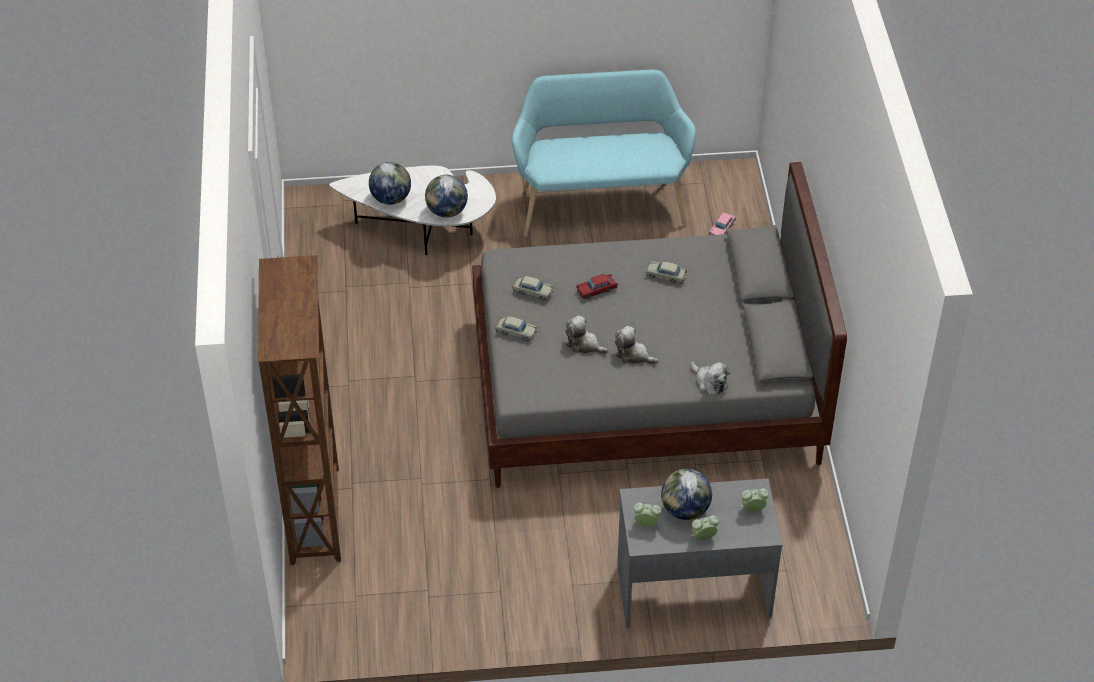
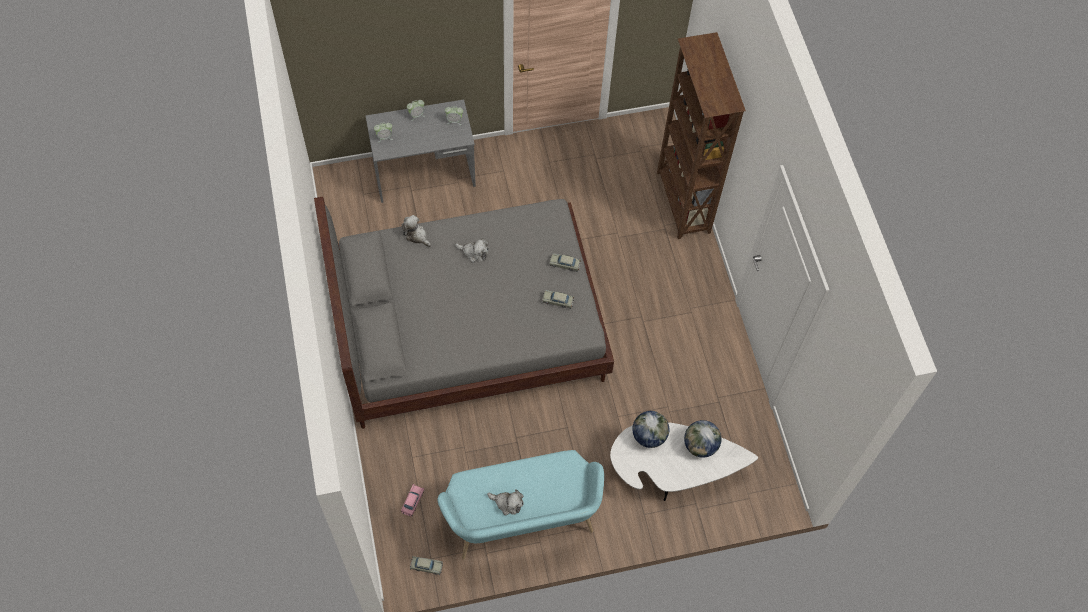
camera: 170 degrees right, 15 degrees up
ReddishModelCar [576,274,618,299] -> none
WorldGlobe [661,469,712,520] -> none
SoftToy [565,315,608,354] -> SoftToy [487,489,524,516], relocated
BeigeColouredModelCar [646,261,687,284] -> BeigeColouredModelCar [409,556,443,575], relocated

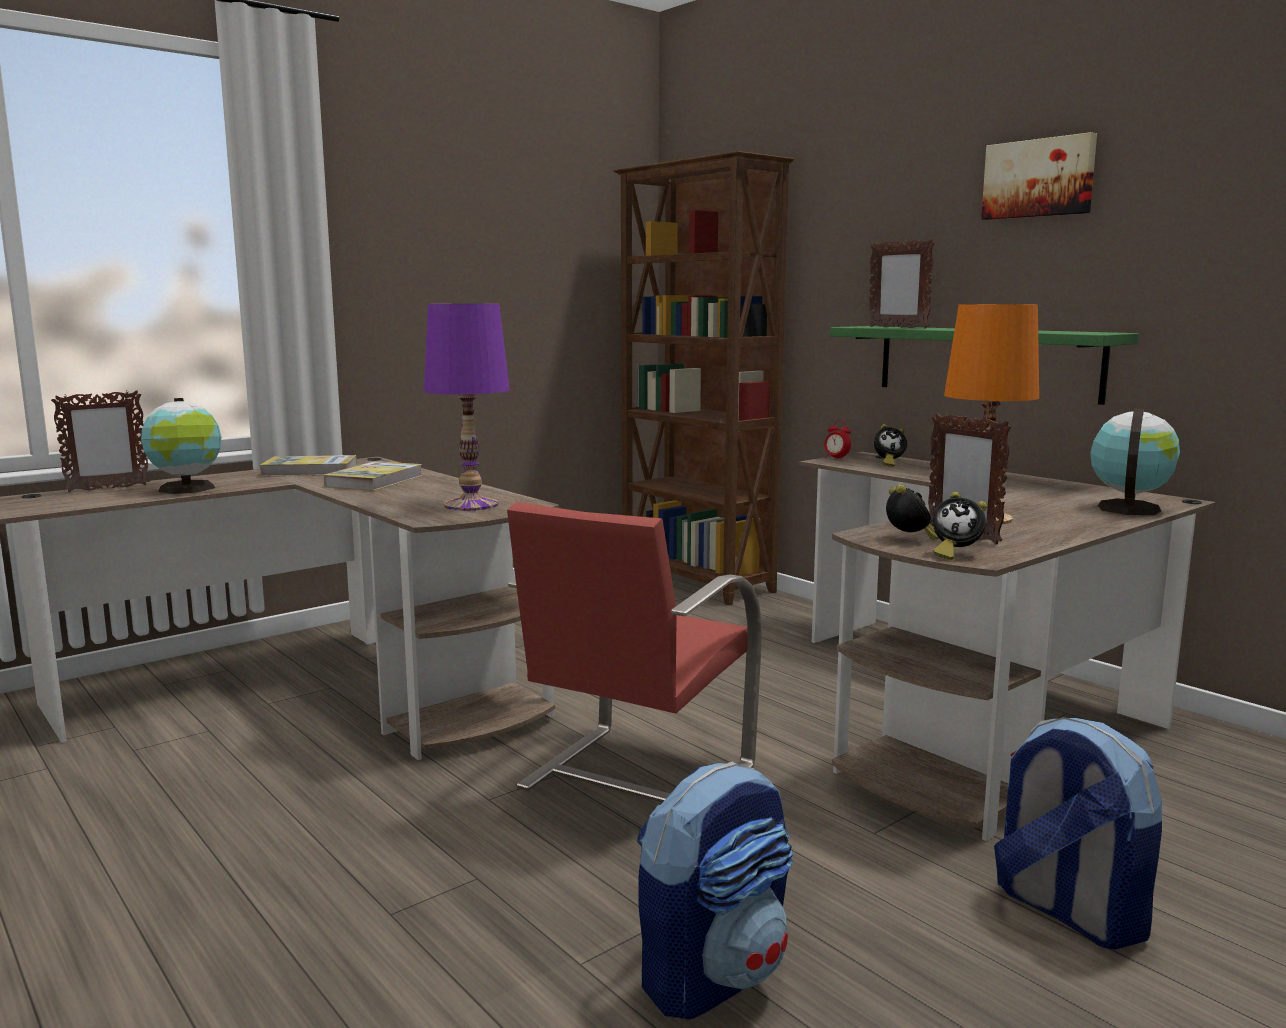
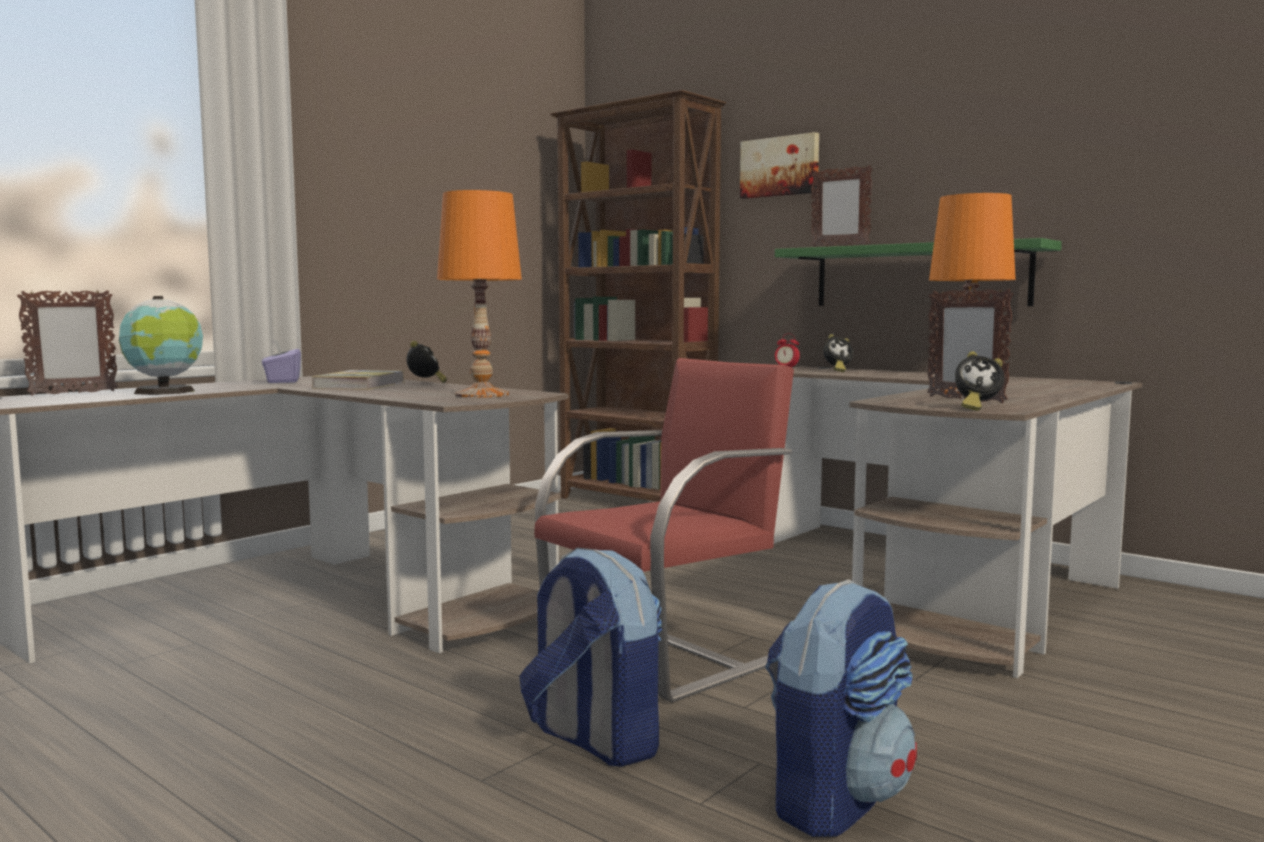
camera: 10 degrees left, 5 degrees down
WorldGlobe [1090,409,1180,515] -> none
AlarmClock [886,484,939,540] -> AlarmClock [406,341,447,383], relocated
WallArt [981,132,1097,220] -> WallArt [740,132,819,199], relocated
Knapsack [994,717,1162,950] -> Knapsack [519,547,662,767], relocated
Book [260,455,357,477] -> PurpleTissueBox [262,339,301,383]
PurpleTableLamp [424,304,510,511] -> OrangeyTableLamp [437,190,522,398]
ReddishChair [507,502,762,802] -> ReddishChair [534,358,794,703], 150 degrees counterclockwise

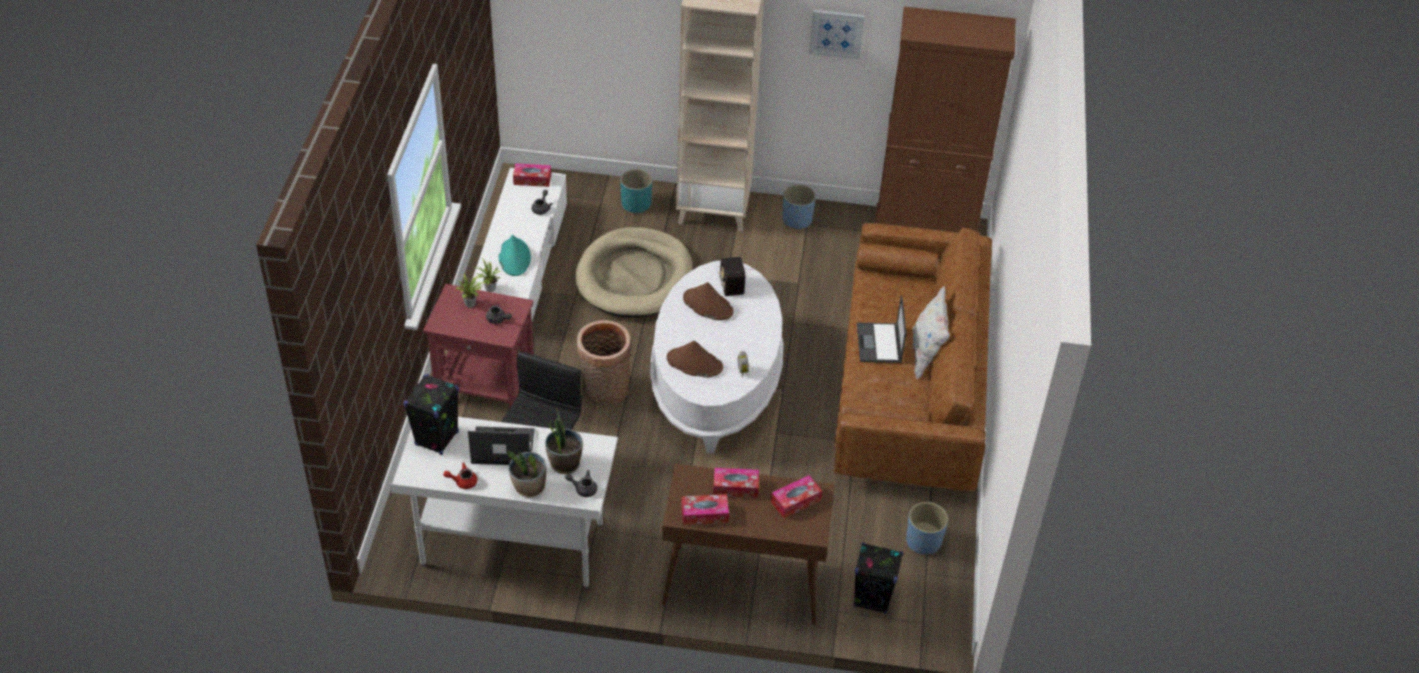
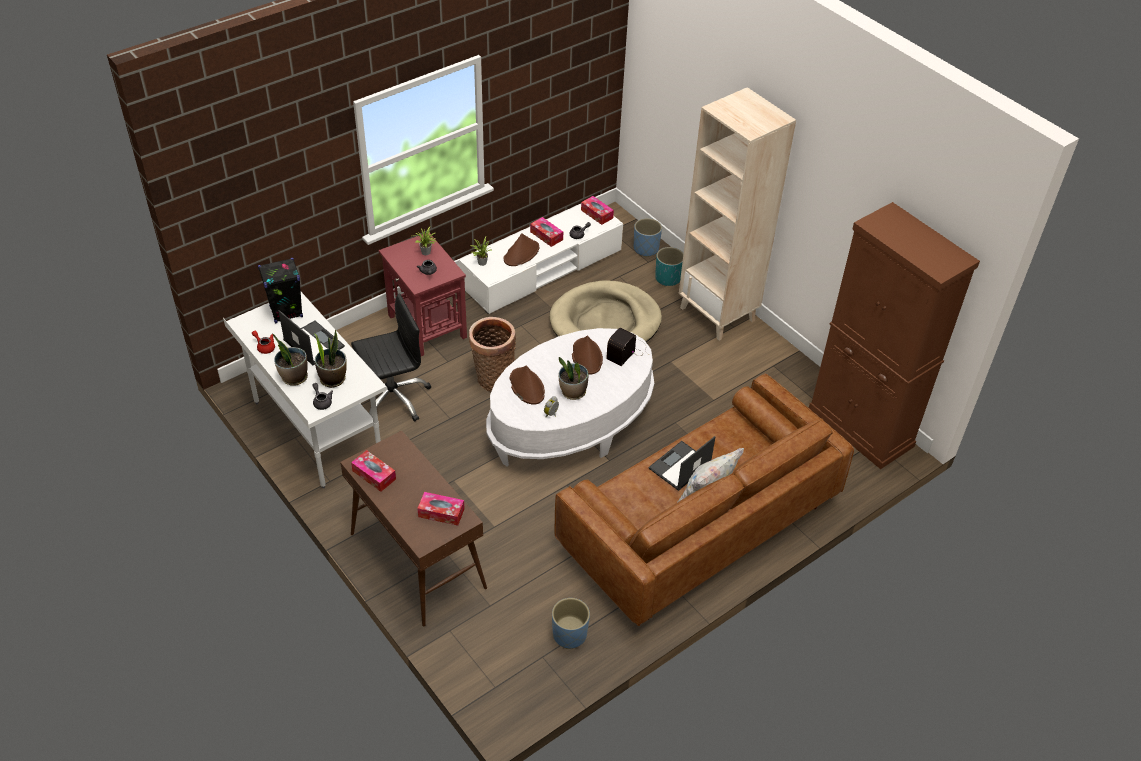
camera: 45 degrees right, 0 degrees up
WallArt [809,10,865,60] -> none
BlackishAudioSpeaker [854,543,903,614] -> none
none -> PottedPlant [558,357,588,400]
TissueBox [713,468,759,498] -> TissueBox [530,217,563,247], relocated
BluishPlanter [782,184,816,229] -> BluishPlanter [634,218,662,257], relocated
TurquoiseColouredHat [499,235,531,276] -> BrownishHat [504,234,539,266]

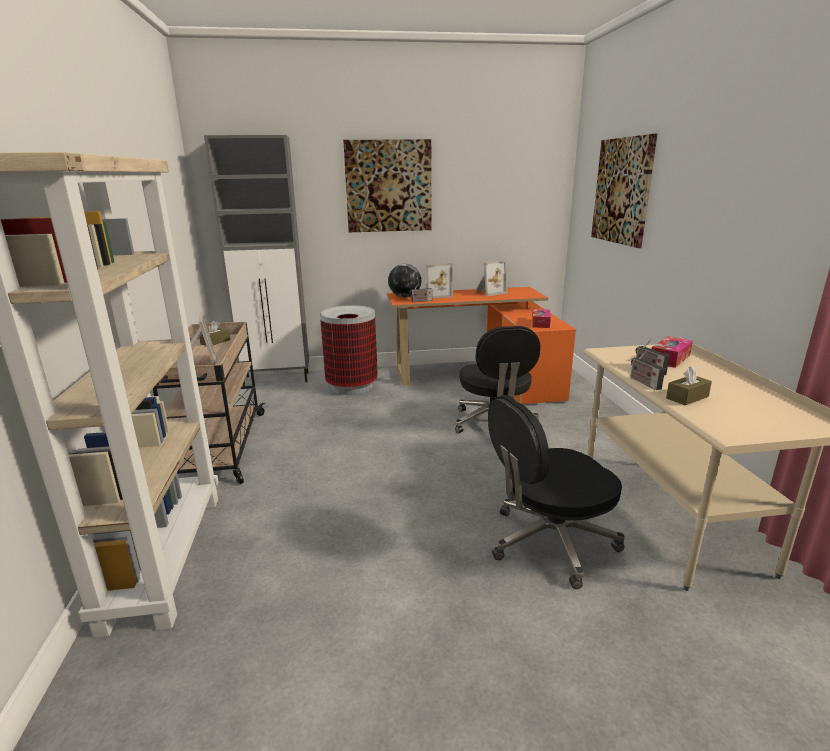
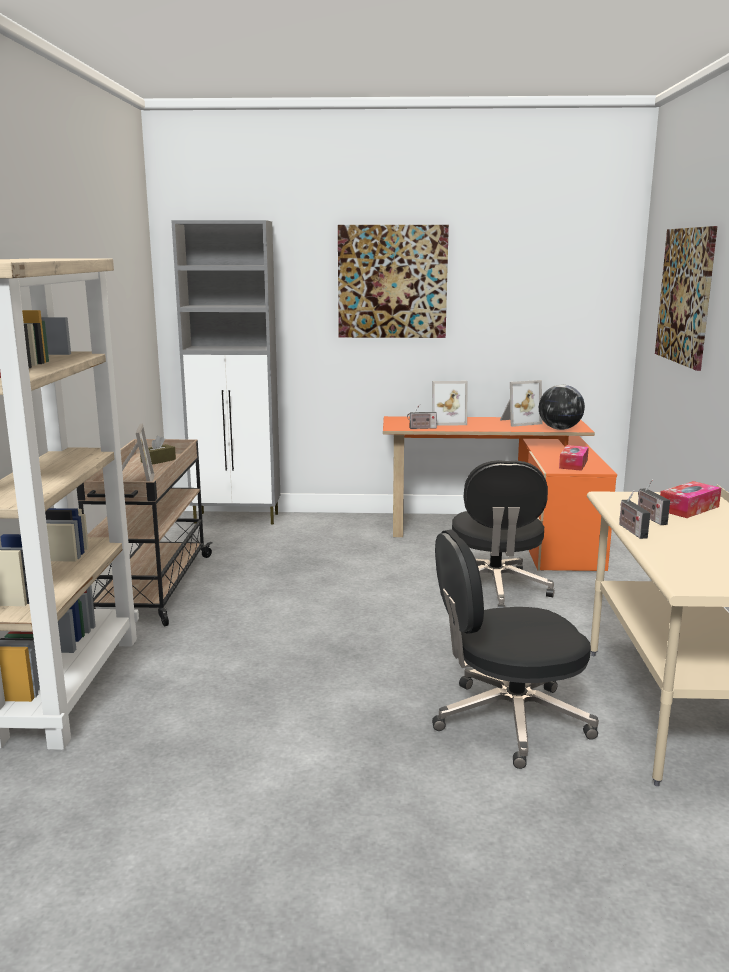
camera: 10 degrees right, 5 degrees down
RubbishBin [320,305,378,395] -> none
BrownishTissueBox [666,366,712,405] -> none
WorldGlobe [388,264,421,298] -> WorldGlobe [539,385,585,430], relocated

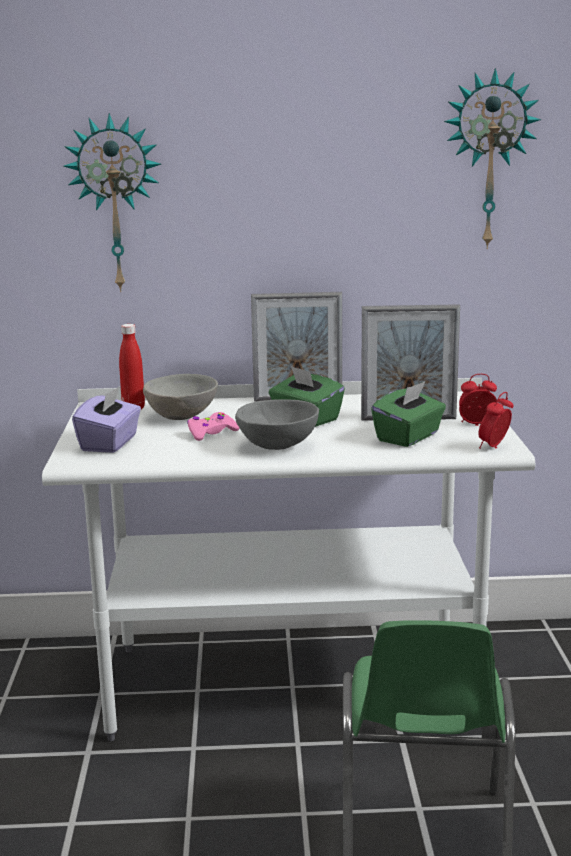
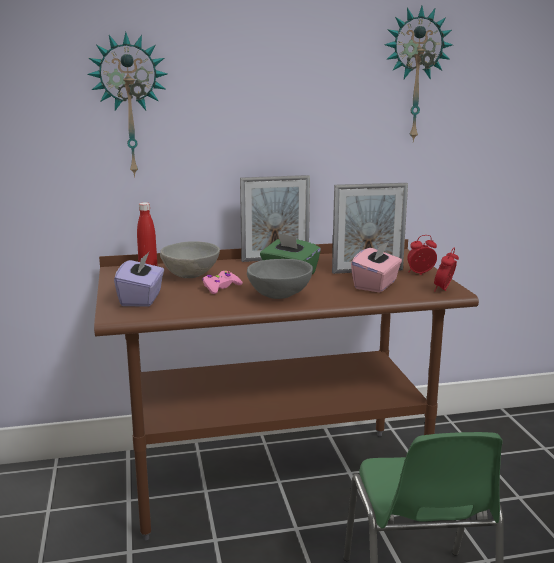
camera: 10 degrees left, 0 degrees up
WhiteColouredDesk [42,378,535,741] -> BrownishDesk [94,239,479,540]
GreenTissueBox [371,381,446,447] -> PinkishTissueBox [351,242,402,293]

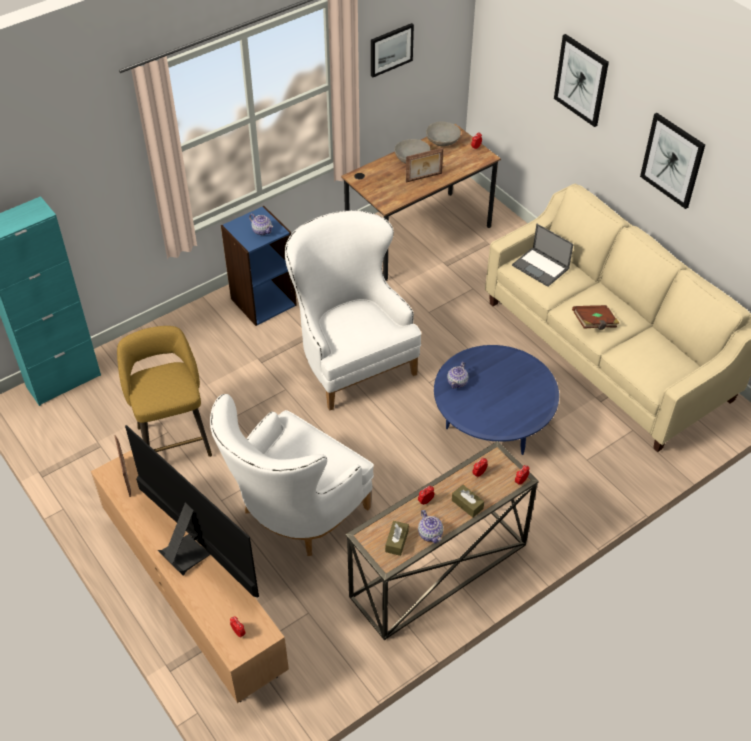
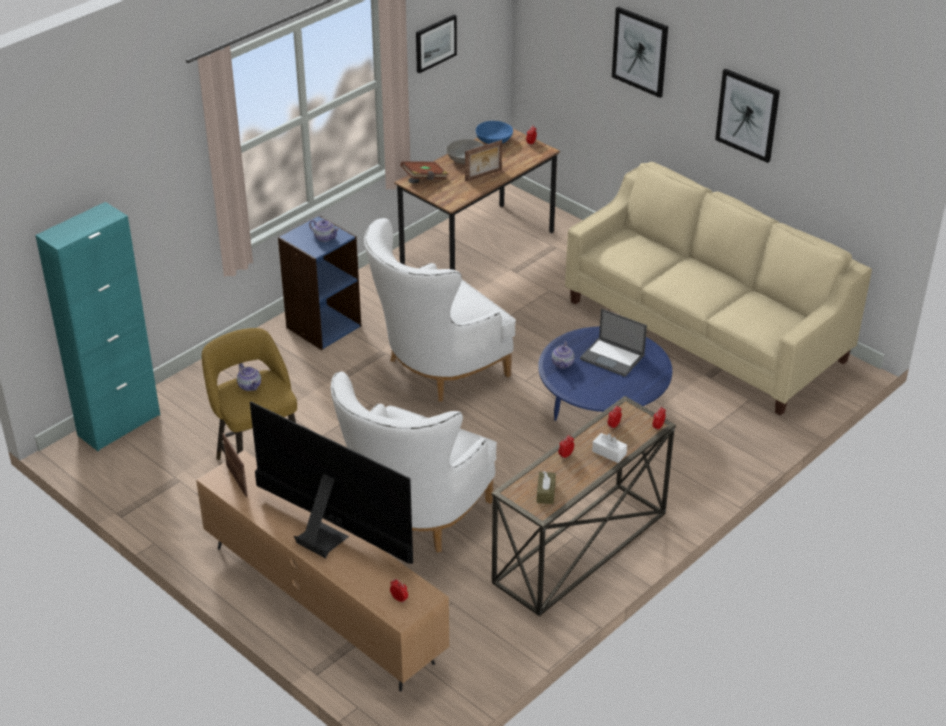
camera: 10 degrees left, 10 degrees down
TeaPot [418,510,443,543] -> TeaPot [237,363,261,391], relocated
Laptop [512,224,573,287] -> Laptop [580,309,647,377], relocated
BrownishBook [572,305,620,330] -> BrownishBook [400,162,448,180], relocated
GrayBowl [426,121,461,146] -> BluishBowl [476,121,513,144]
BrownishTissueBox [452,485,484,518] -> WhiteColouredTissueBox [592,433,627,463]
WhiteColouredEasyChair [285,210,421,411] -> WhiteColouredEasyChair [364,218,516,402], 90 degrees counterclockwise

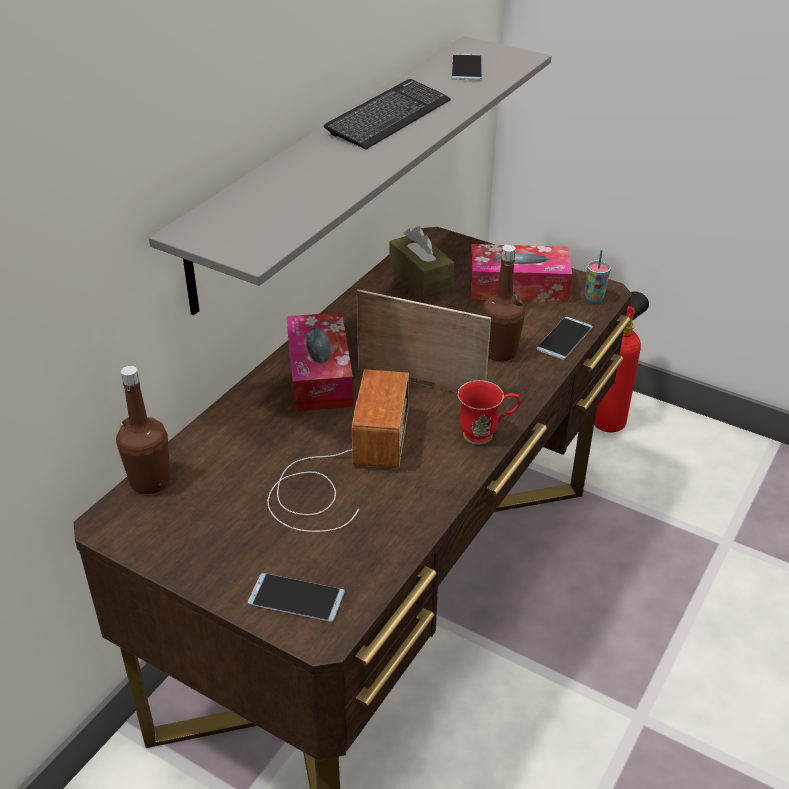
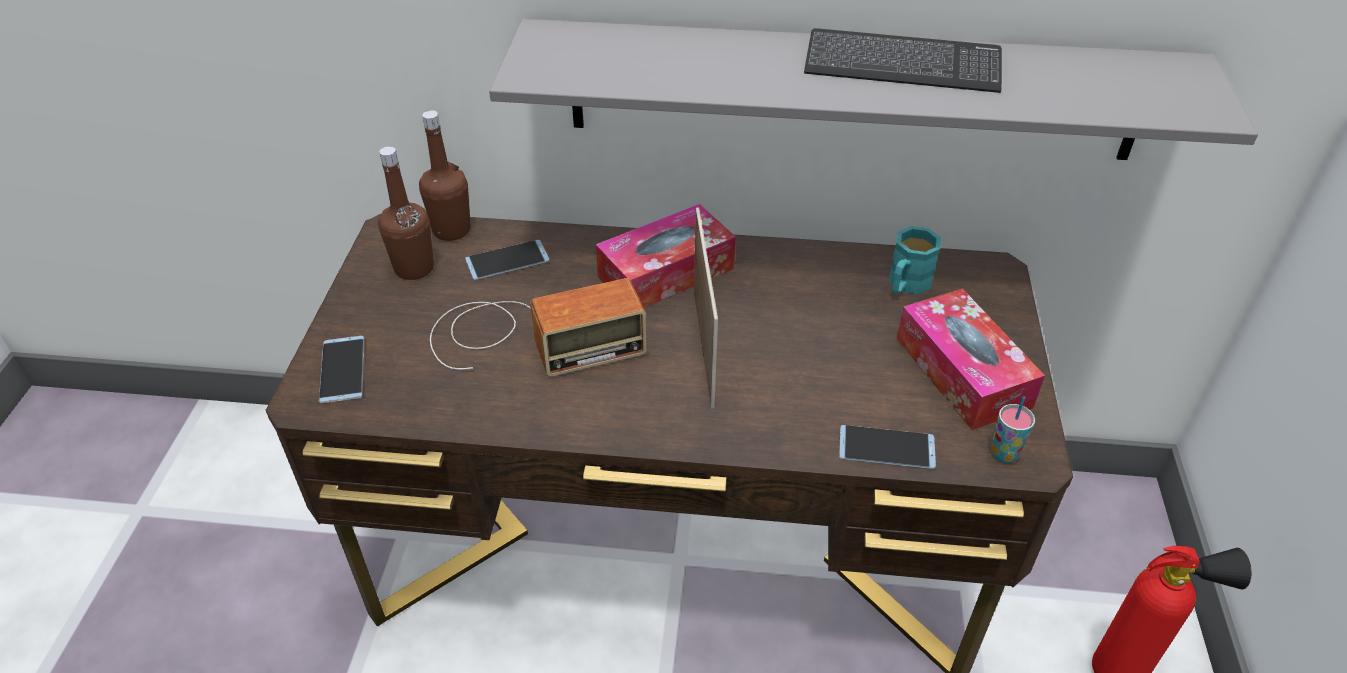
camera: 65 degrees right, 5 degrees up
ReddishMug [458,380,520,445] -> none
Telephone [452,54,482,81] -> Telephone [465,240,549,280], relocated
BrownishBottle [482,244,525,361] -> BrownishBottle [378,147,434,280], relocated
BrownishTissueBox [389,226,454,297] -> TurquoiseColouredMug [889,226,941,294]

